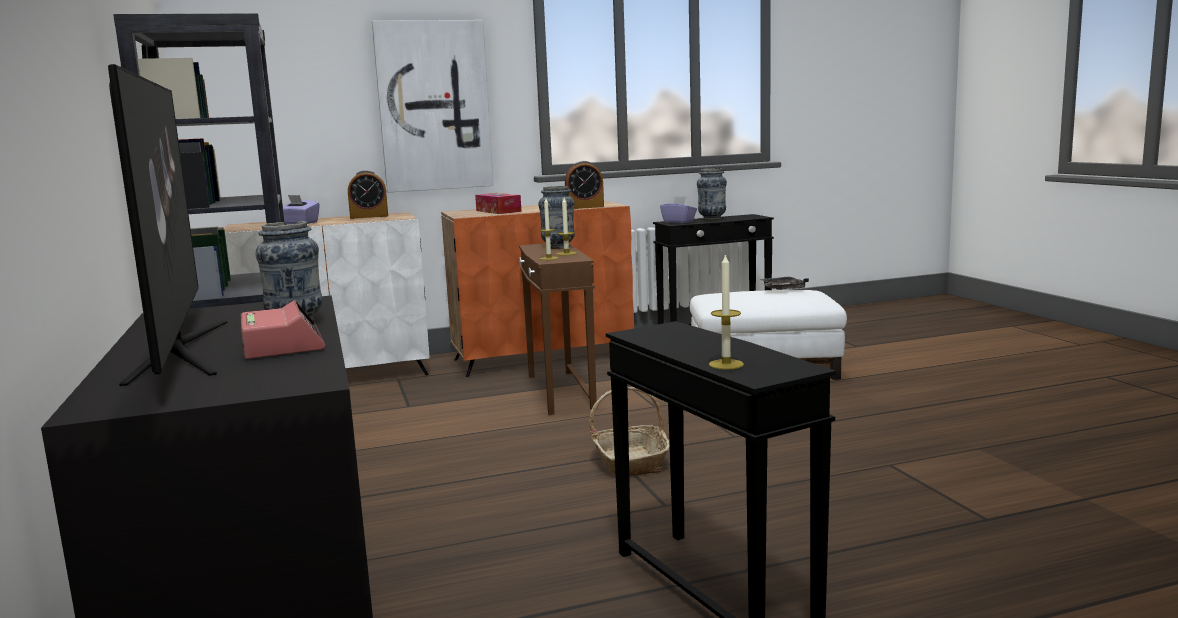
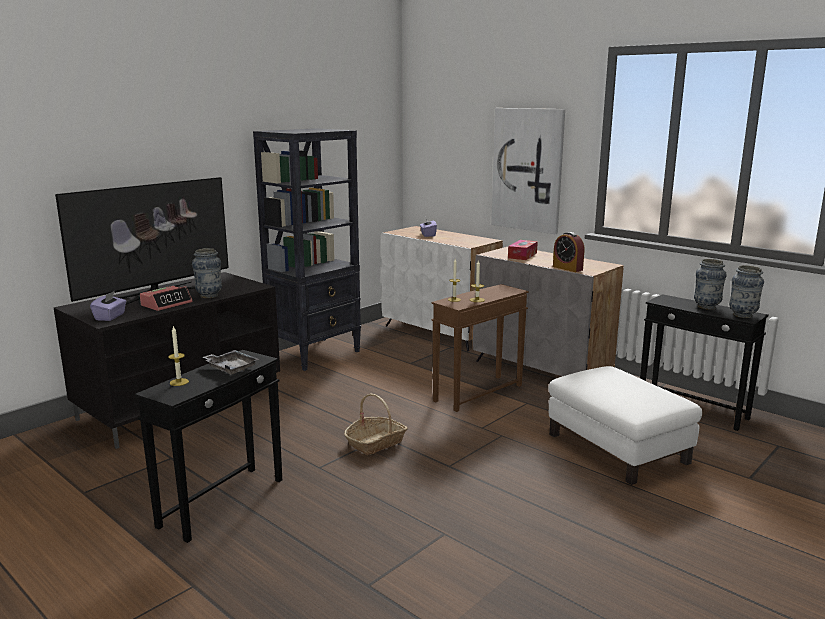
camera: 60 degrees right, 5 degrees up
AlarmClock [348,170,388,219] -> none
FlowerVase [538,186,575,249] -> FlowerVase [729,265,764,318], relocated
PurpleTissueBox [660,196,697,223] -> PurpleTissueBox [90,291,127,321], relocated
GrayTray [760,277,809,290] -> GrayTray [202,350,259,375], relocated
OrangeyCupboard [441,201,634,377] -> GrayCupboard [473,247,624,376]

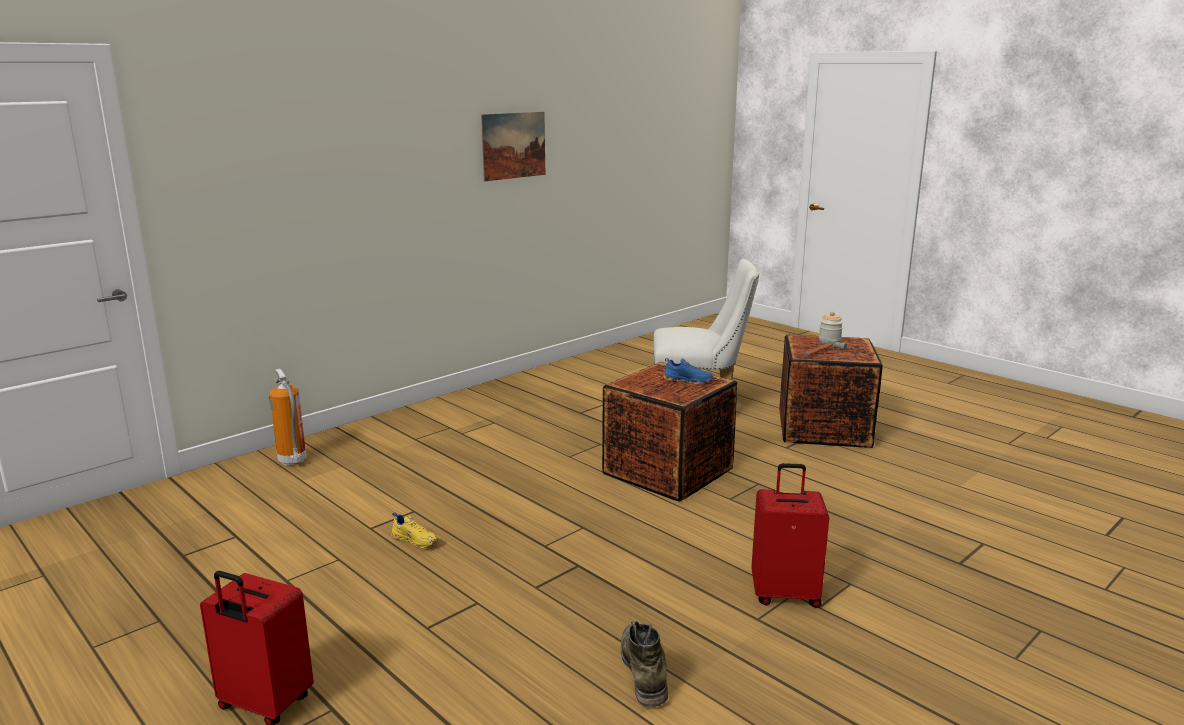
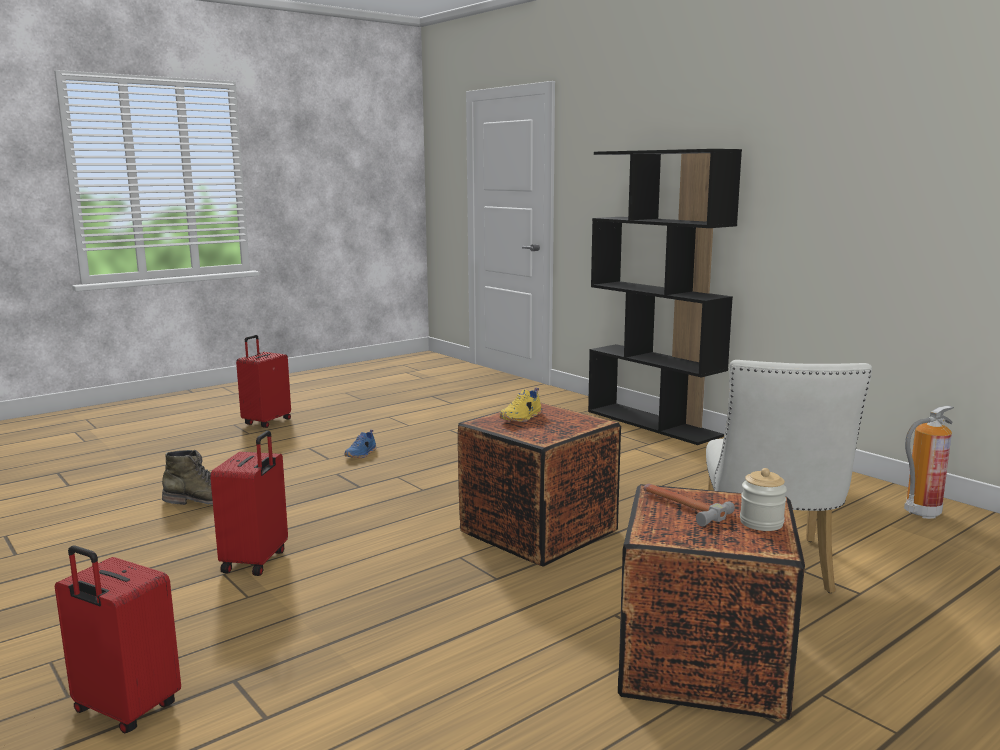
camera: 95 degrees right, 5 degrees down
WallArt [481,112,545,181] -> none
none -> ReddishTravelCase [55,546,181,733]
none -> BlackishShelvingUnit [588,149,742,445]
FireExtinguisher [269,368,307,466] -> FireExtinguisher [904,405,954,519], relocated
YellowColouredShoe [391,512,438,548] -> YellowColouredShoe [500,388,542,422], relocated
BluishShoe [663,358,714,385] -> BluishShoe [345,430,376,458], relocated

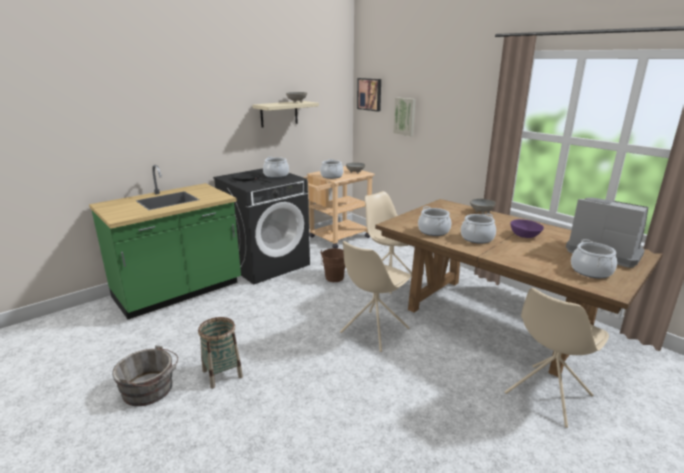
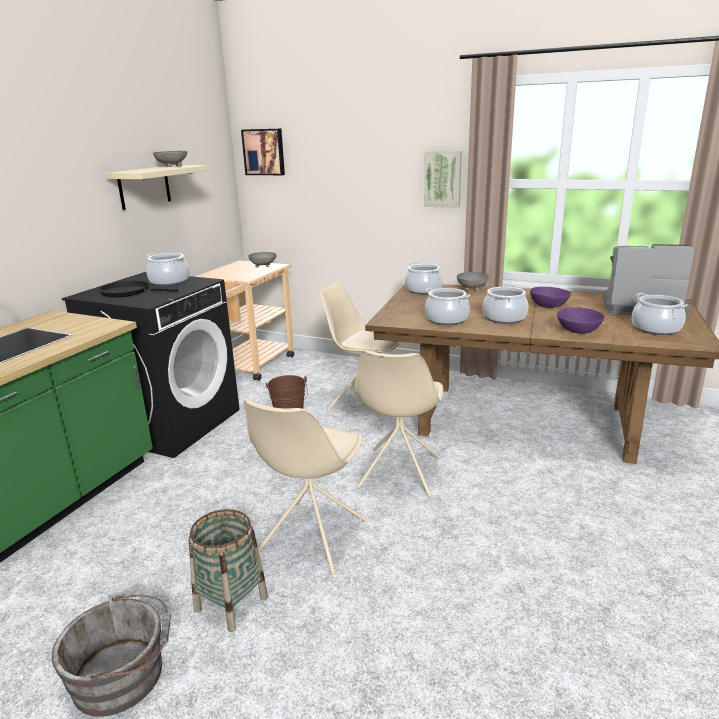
camera: 25 degrees left, 0 degrees up
none -> PurpleBowl [557,307,605,334]
Saucepot [320,159,343,179] -> Saucepot [405,263,443,294], relocated
WallArt [394,97,415,136] -> WallArt [424,151,462,208], relocated
BeigeColouredChair [505,288,609,428] -> BeigeColouredChair [244,399,368,575], relocated

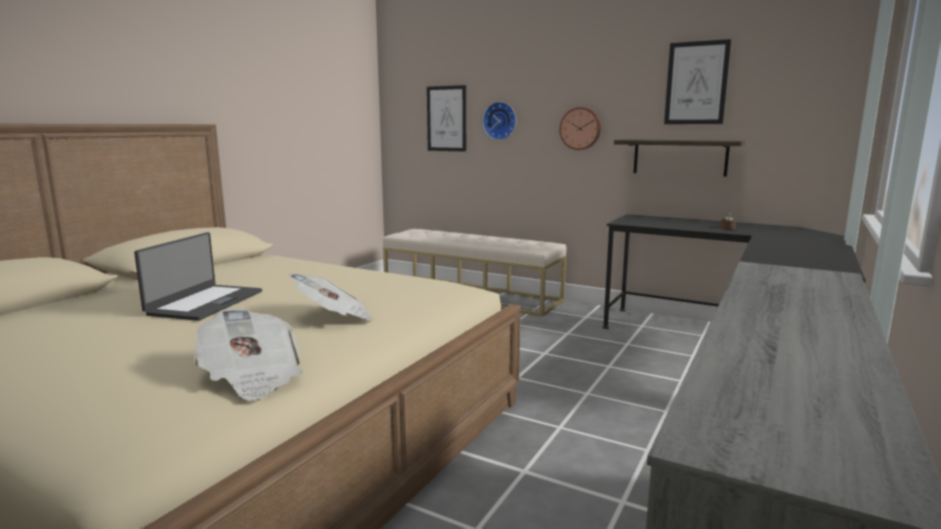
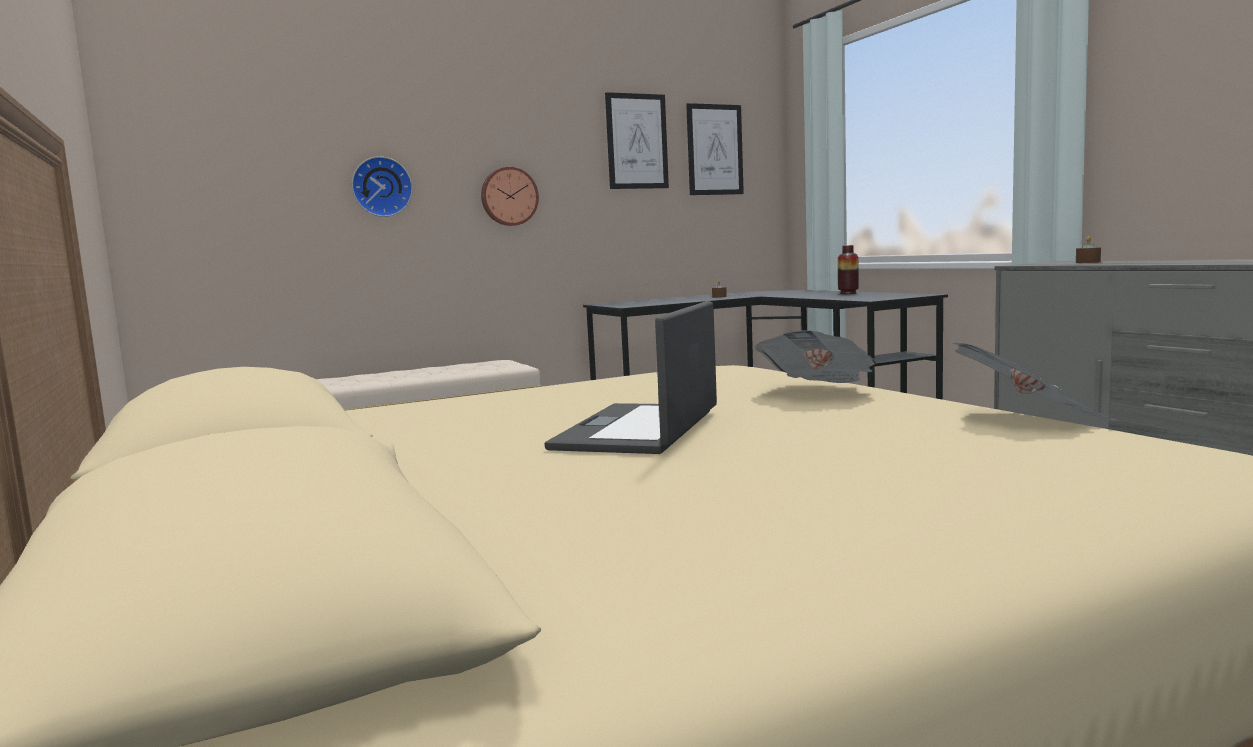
camera: 55 degrees left, 5 degrees down
Shelf [614,139,745,177] -> none
none -> FlowerVase [838,245,859,294]
none -> BrownishCandle [1076,236,1101,263]
WallArt [427,85,466,152] -> WallArt [686,103,744,195], relocated
Laptop [134,232,262,321] -> Laptop [544,301,717,454], 120 degrees counterclockwise

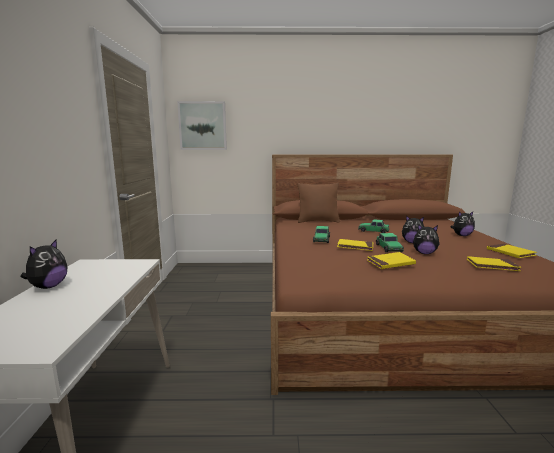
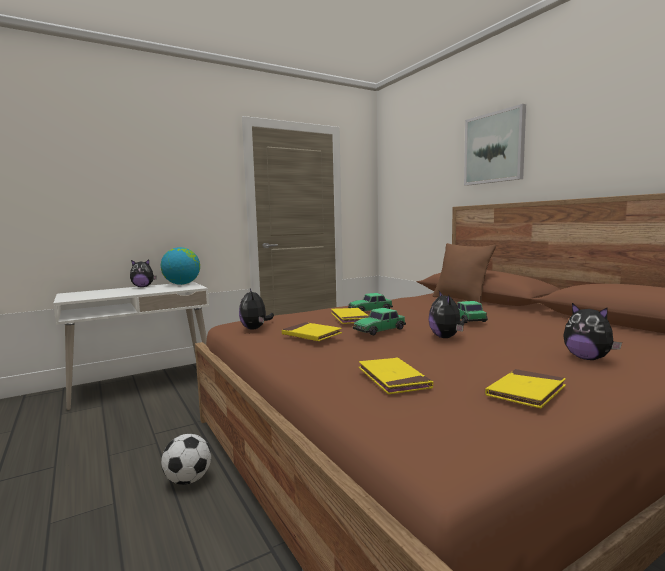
camera: 60 degrees right, 5 degrees down
none -> WorldGlobe [161,247,200,285]
none -> BallForFootball [161,434,211,485]
WallArt [177,101,227,150] -> WallArt [464,104,526,186], relocated
SoftToy [413,224,440,254] -> SoftToy [239,288,274,329], relocated

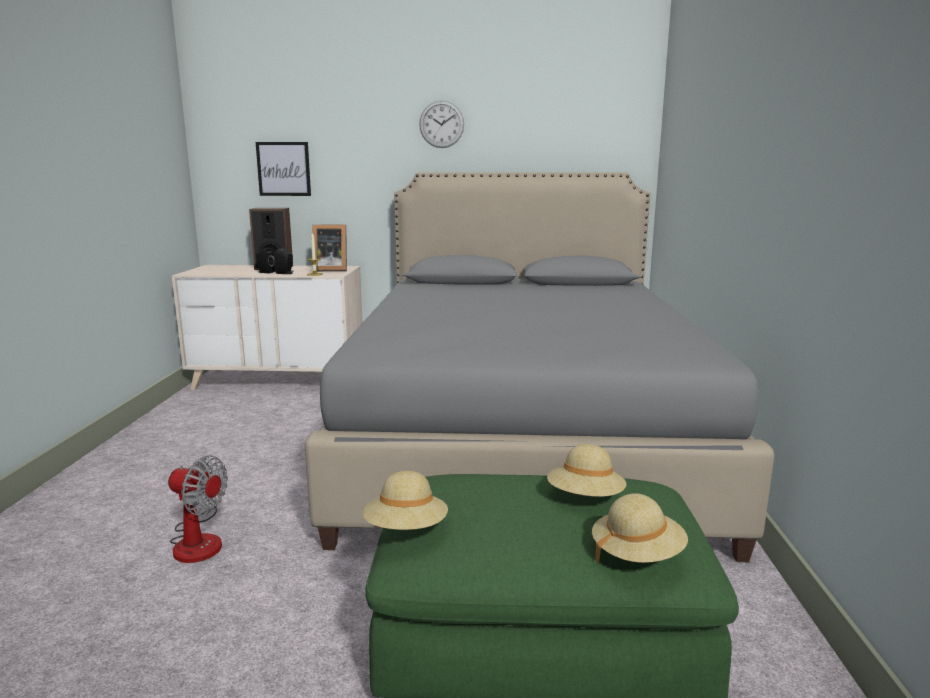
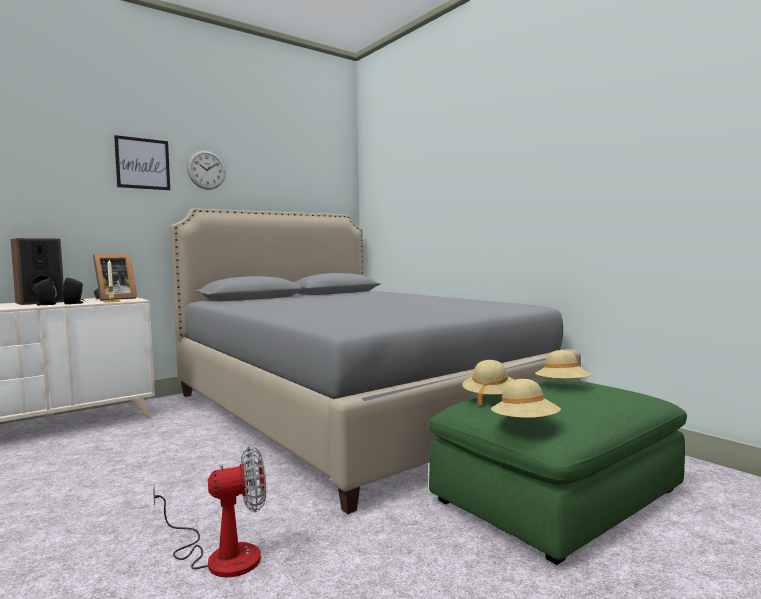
camera: 40 degrees left, 10 degrees down
WallArt [256,142,311,196] -> WallArt [114,135,170,190], relocated
BeigeColouredHat [592,493,688,564] -> BeigeColouredHat [462,360,514,406], relocated

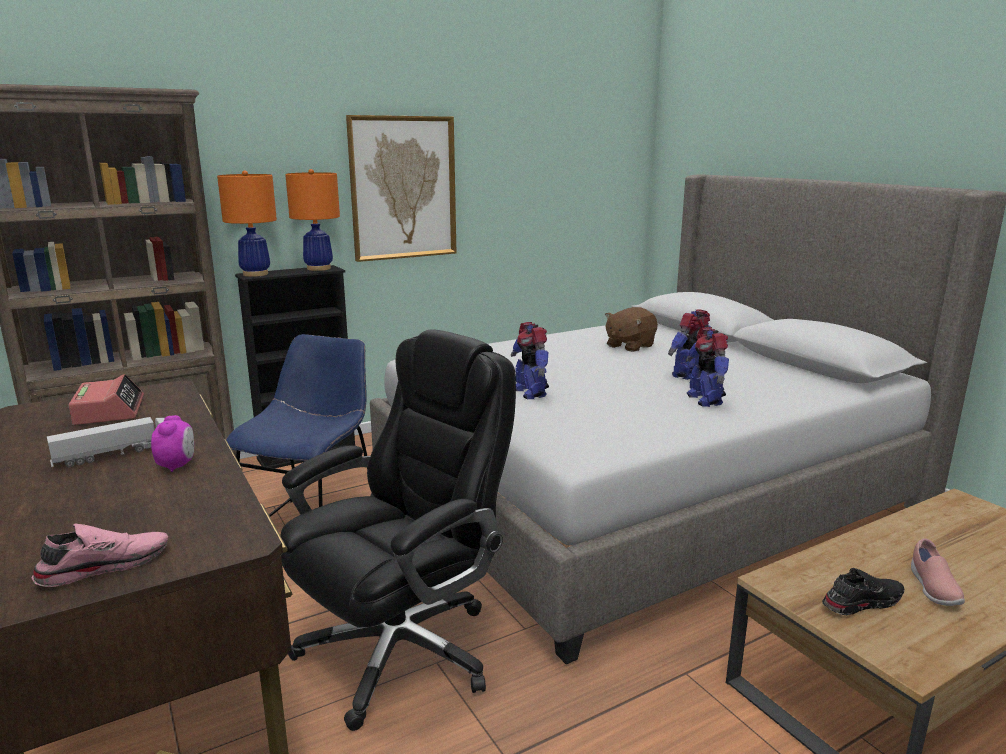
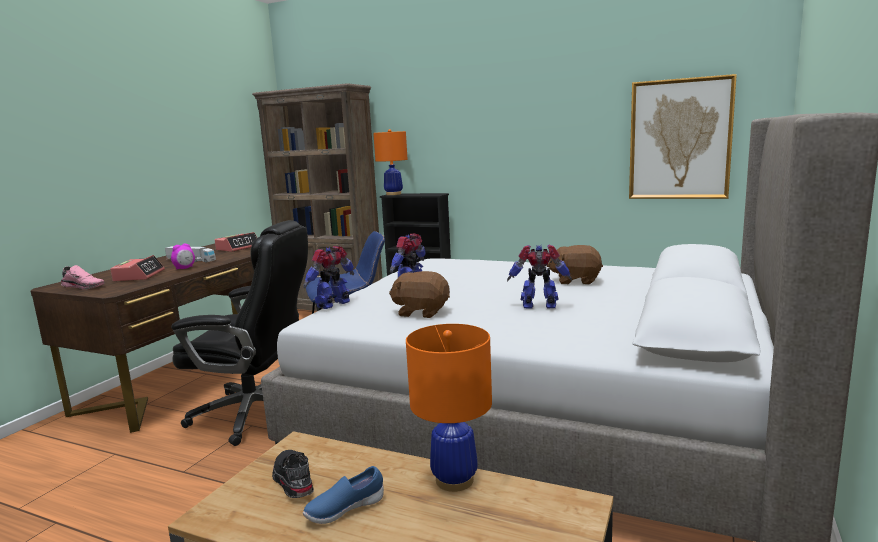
camera: 55 degrees right, 5 degrees down
none -> AlarmClock [110,255,165,281]
none -> BrownishSoftToy [389,271,450,318]
OrangeyTableLamp [285,169,340,271] -> OrangeyTableLamp [406,324,492,492], relocated
WallArt [346,115,456,262] -> WallArt [629,74,737,199], relocated
ToyRobot [686,327,729,407] -> ToyRobot [303,246,354,309], relocated
PinkishShoe [911,538,965,606] -> BluishShoe [303,466,384,524]
BlackishShoe [822,568,905,615] -> BlackishShoe [272,450,314,498], 150 degrees counterclockwise

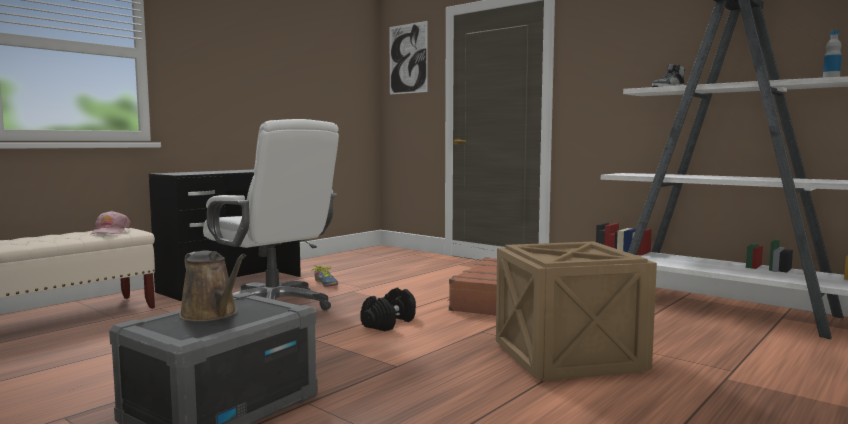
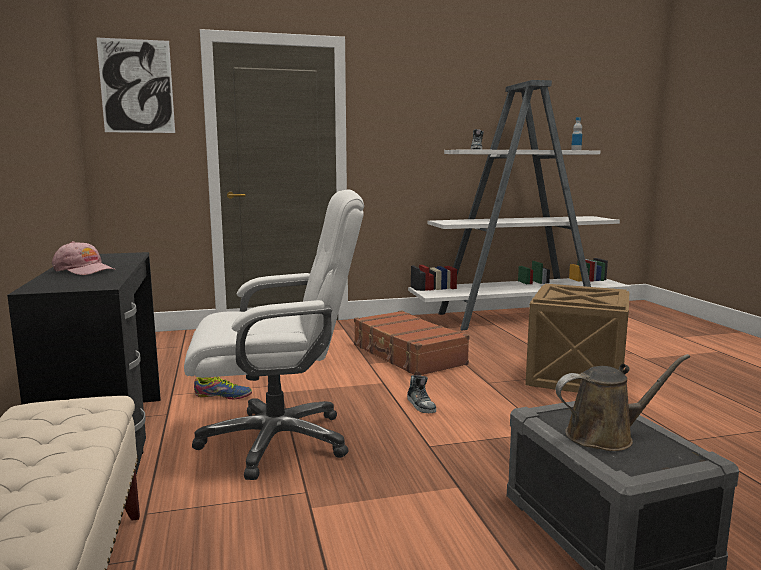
camera: 55 degrees left, 5 degrees up
PinkishCap [90,211,131,235] -> PinkishCap [52,241,116,275], relocated
BlackishHandWeight [360,288,416,331] -> Shoe [407,375,436,413]

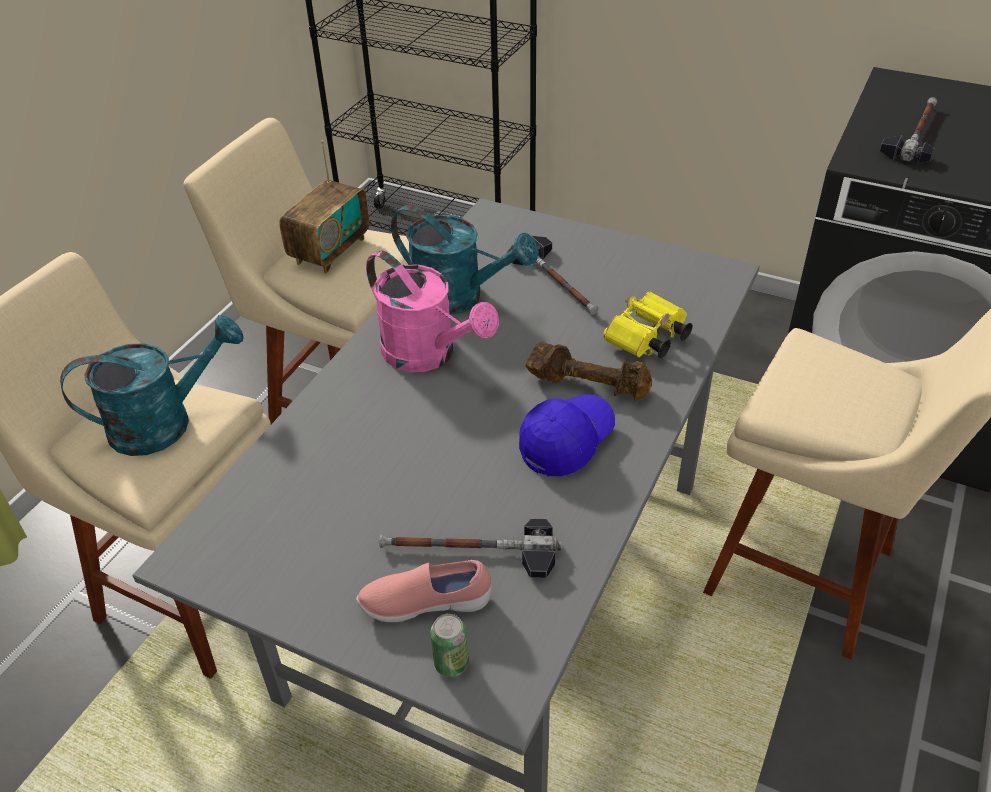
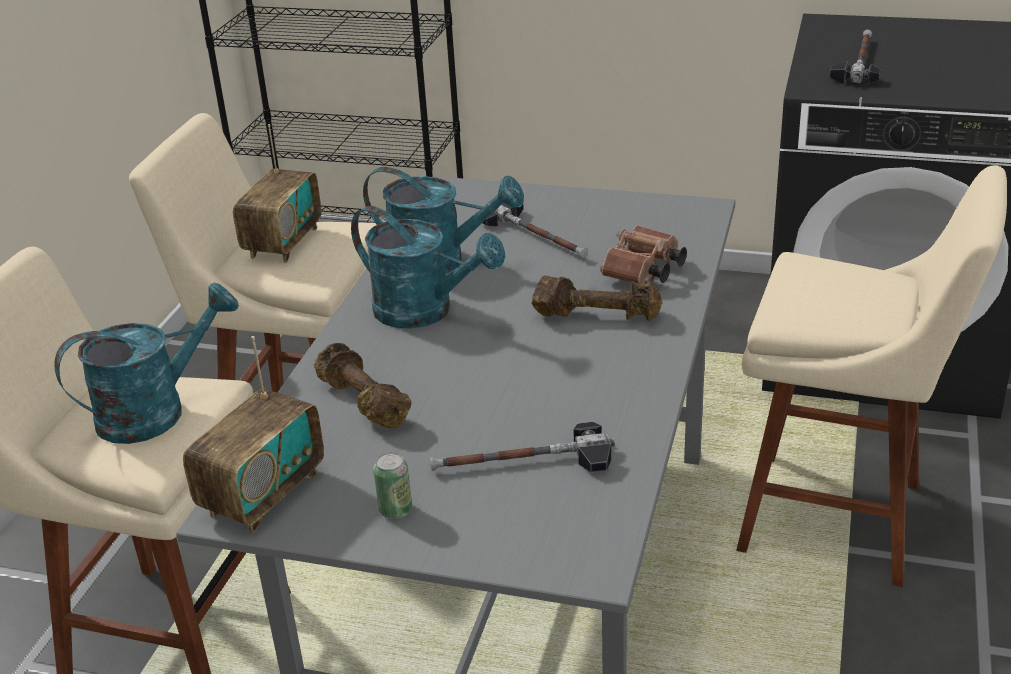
camera: 10 degrees left, 10 degrees down
PinkishShoe [356,560,491,622] -> none
BluishCap [519,394,615,476] -> none
none -> RadioReceiver [183,336,324,534]
none -> BrownishHandWeight [314,343,411,428]
MetalCan [430,614,469,677] -> MetalCan [373,452,412,519], relocated
PinkishWateringPot [366,251,499,372] -> TurquoiseColouredWateringPot [351,206,505,329]
YellowColouredPairOfBinoculars [603,291,692,358] -> BrownishPairOfBinoculars [600,225,687,285]

